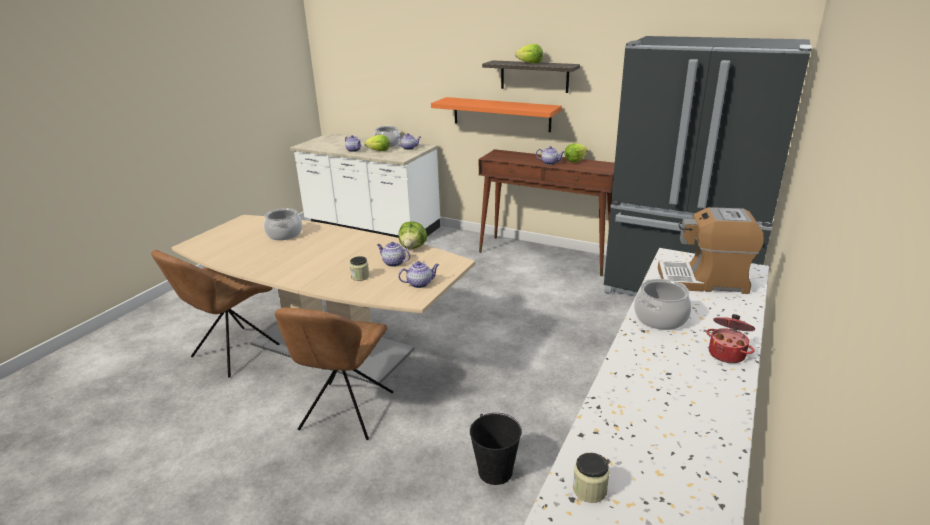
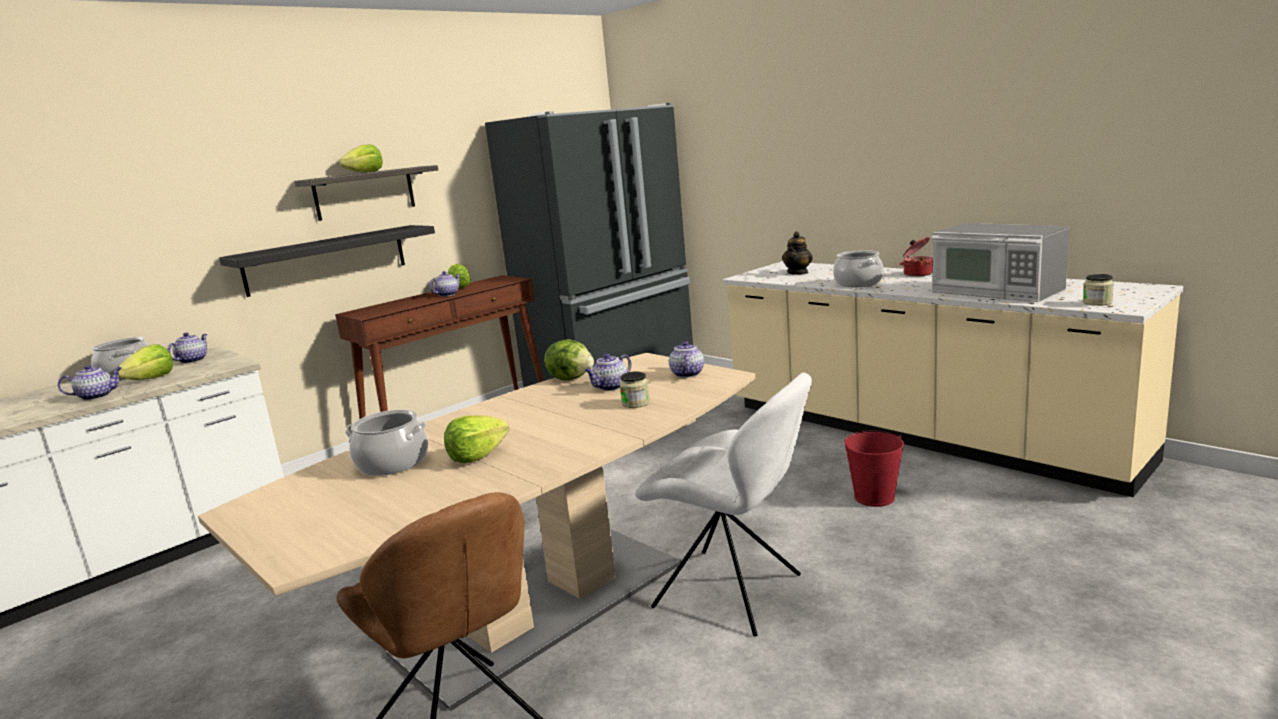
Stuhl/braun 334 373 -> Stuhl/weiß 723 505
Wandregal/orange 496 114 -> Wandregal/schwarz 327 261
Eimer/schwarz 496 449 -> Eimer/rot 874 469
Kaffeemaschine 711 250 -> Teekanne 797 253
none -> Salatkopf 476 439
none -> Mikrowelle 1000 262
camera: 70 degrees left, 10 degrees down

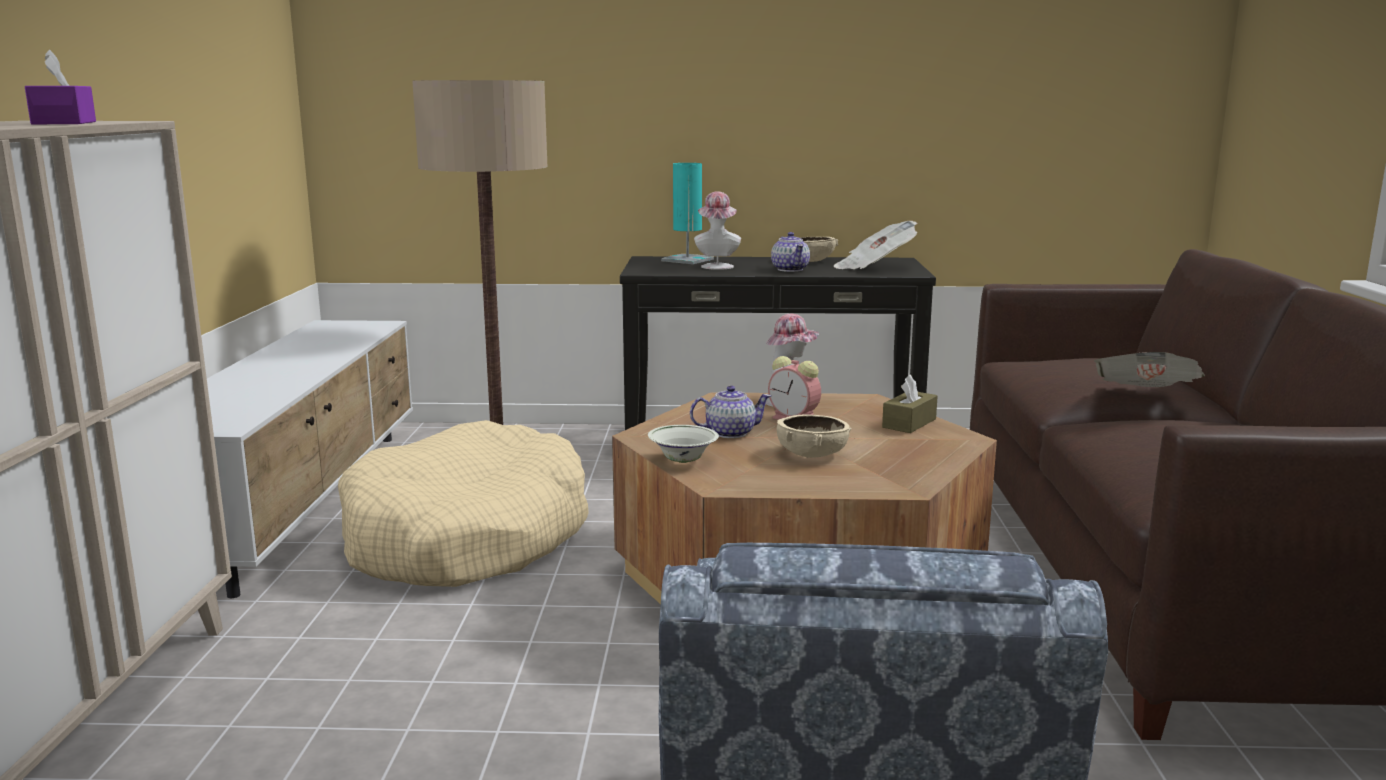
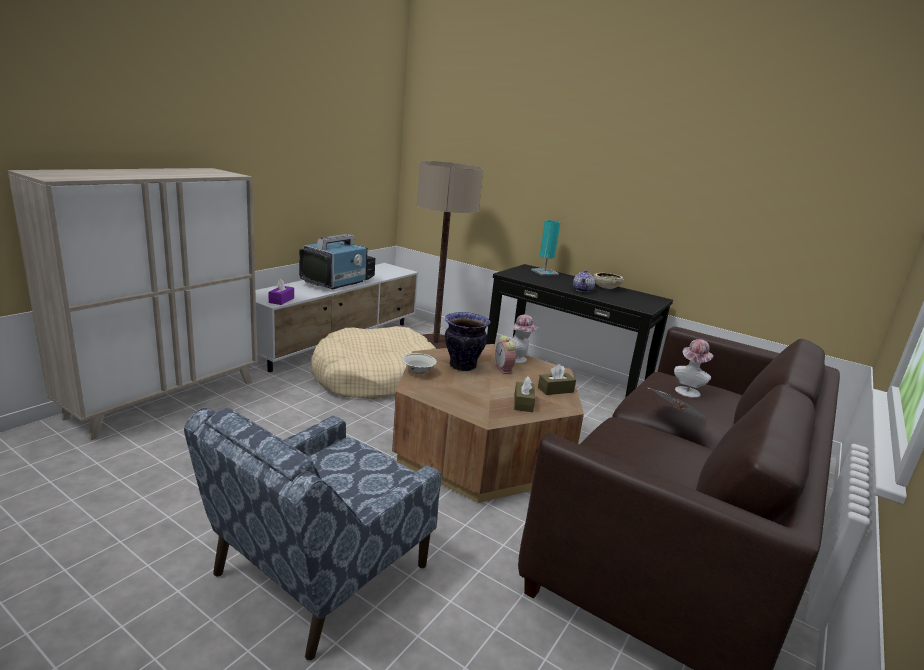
Taschentuchbox/lila 60 87 -> Taschentuchbox/lila 281 292, moved
Teekanne 730 412 -> Vase 467 341
Hut 717 230 -> Hut 694 368, moved
Schüssel/beige 814 436 -> none
Zeitung 875 245 -> none
none -> Fernseher 337 261
none -> Taschentuchbox/braun 524 394
camera: 30 degrees right, 5 degrees up

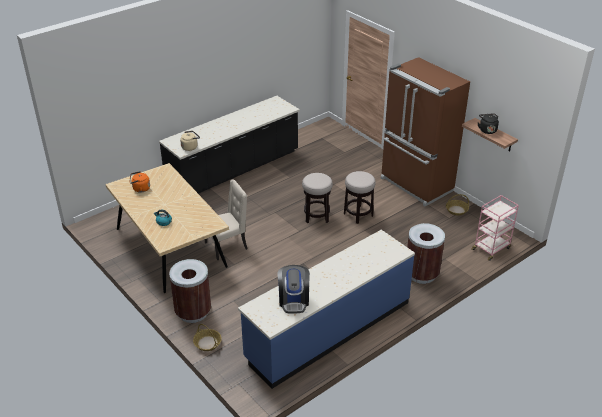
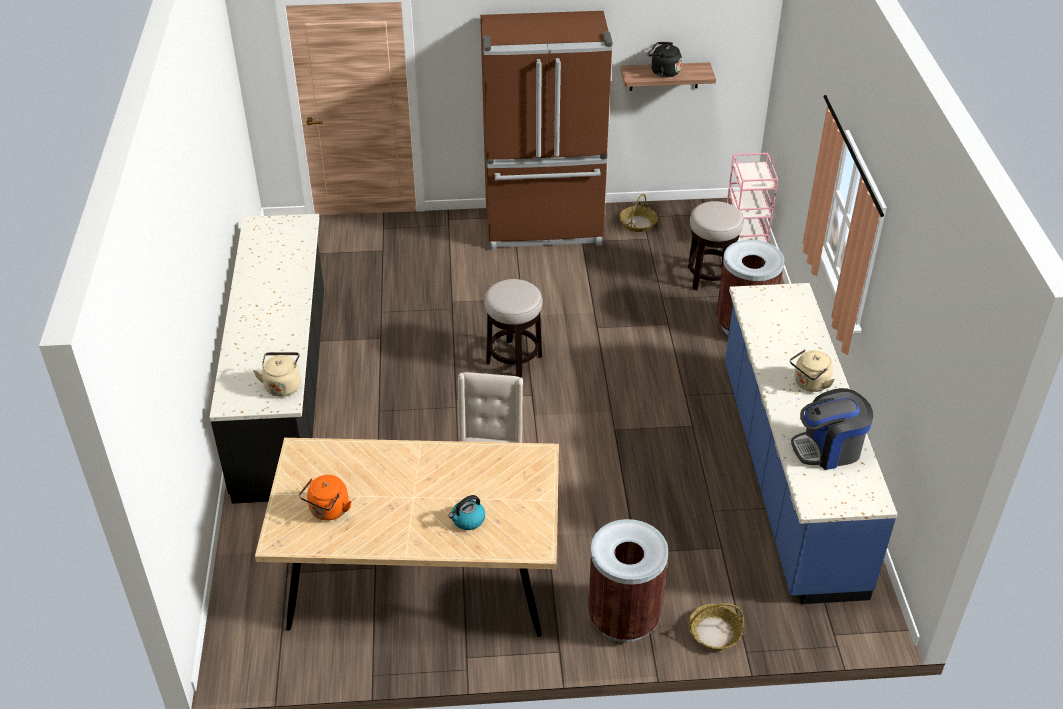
Kaffeemaschine 293 289 -> Kaffeemaschine 832 429, 135 degrees clockwise
Hocker 360 197 -> Hocker 716 246, moved
none -> Wasserkessel/beige 812 370
camera: 55 degrees left, 5 degrees up

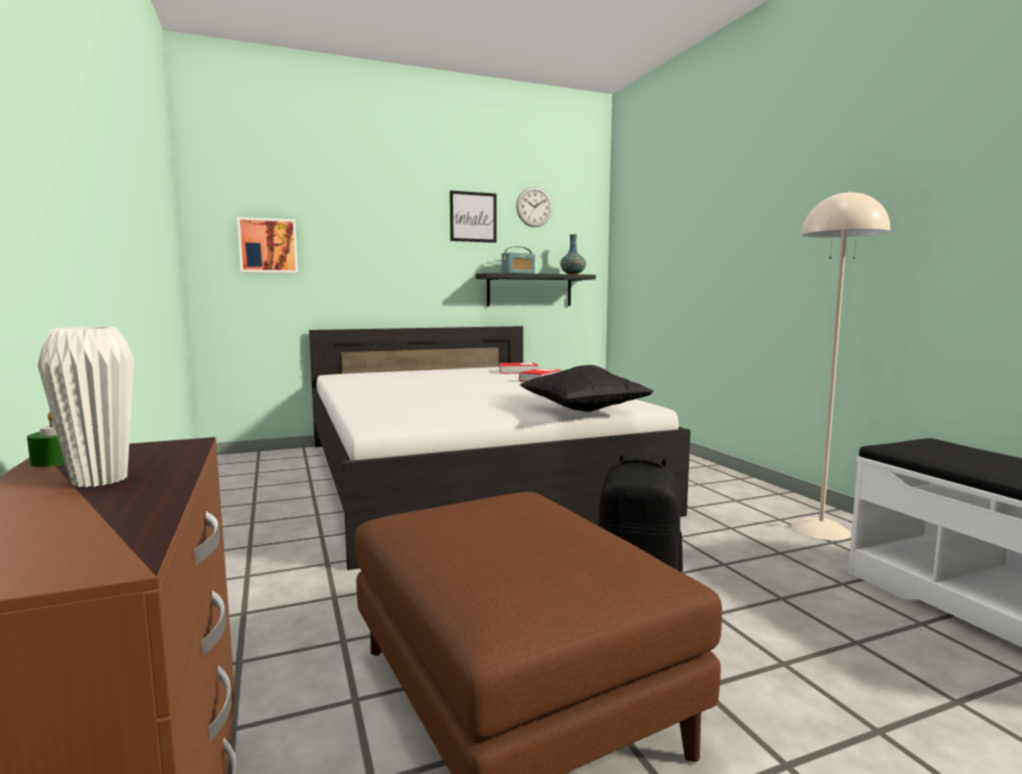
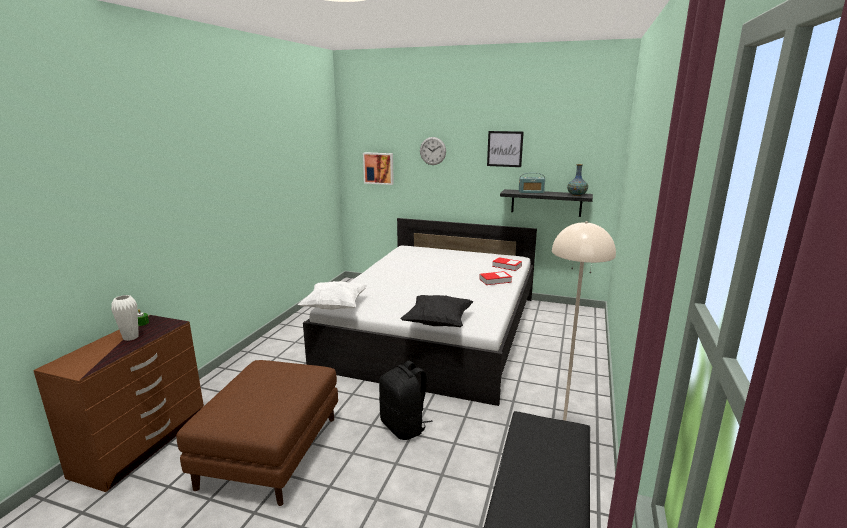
Wanduhr 534 207 -> Wanduhr 433 151, moved
none -> Kissen/weiß 332 295
camera: 40 degrees right, 10 degrees up

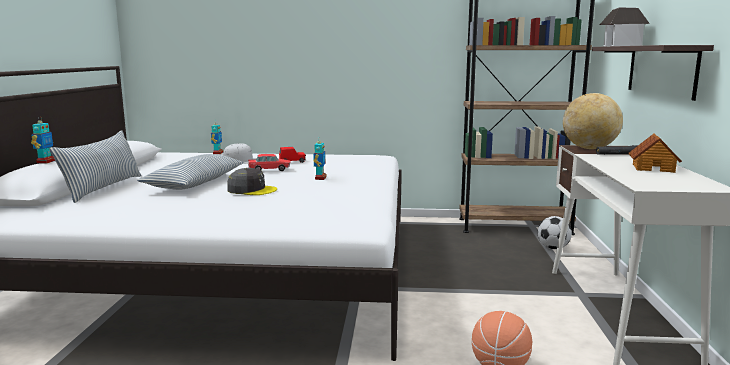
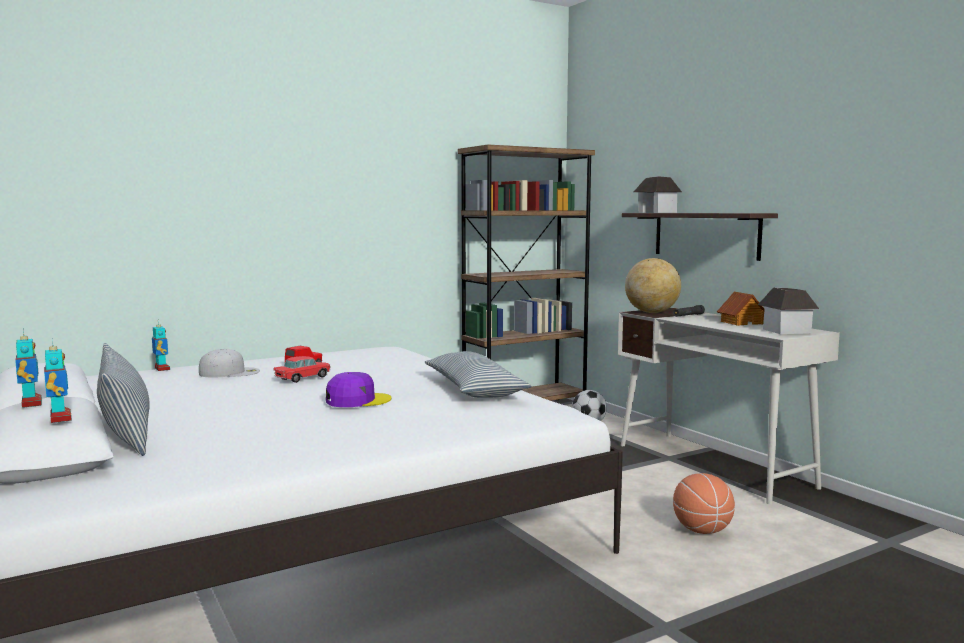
Kissen 190 172 -> Kissen 478 374, moved
Kappe/grau 252 181 -> Kappe/lila 359 389
Spielzeugroboter 319 158 -> Spielzeugroboter 58 380, moved
none -> Spielzeughaus 788 310
camera: 35 degrees left, 5 degrees down

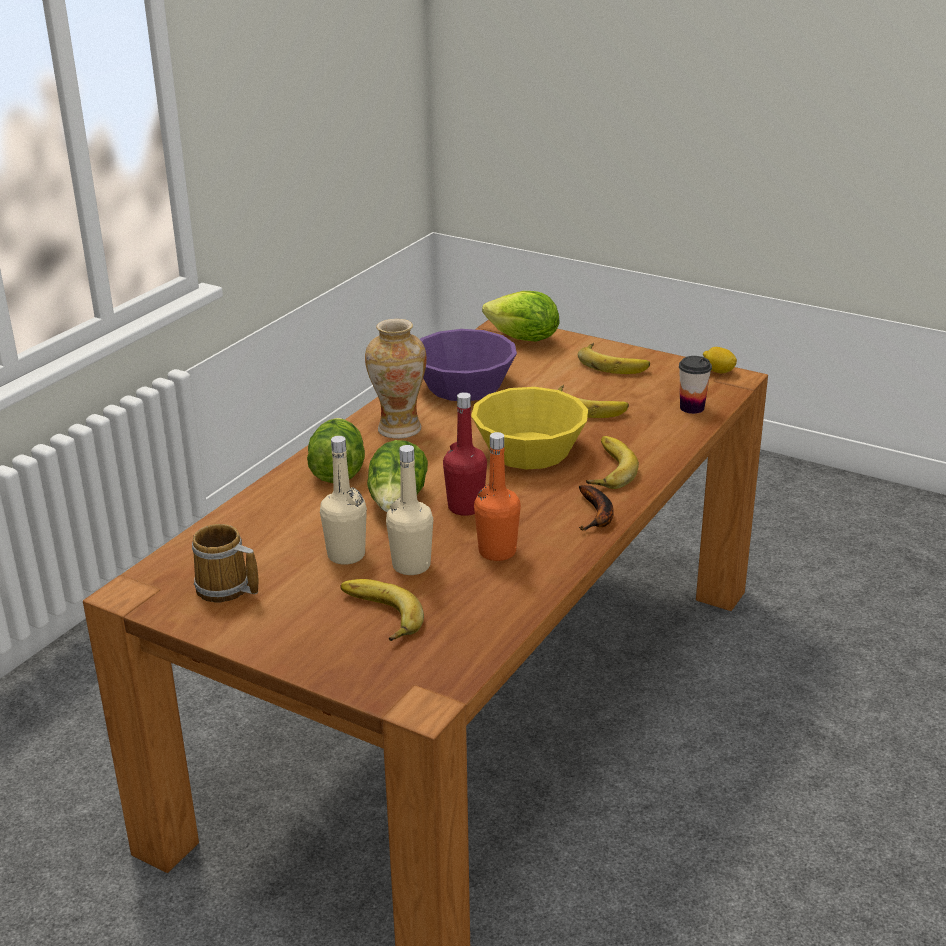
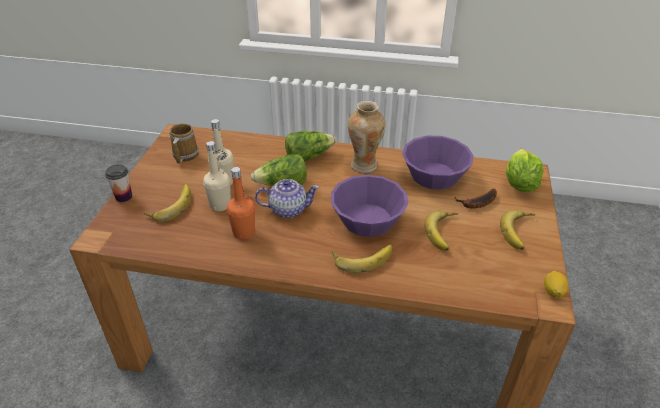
Flasche/rot 465 454 -> Teekanne 287 198
Schüssel/gelb 529 428 -> Schüssel/lila 369 206
Banane 596 508 -> Banane 476 199, moved
Tasse 695 385 -> Tasse 118 183, moved
camera: 70 degrees right, 10 degrees up

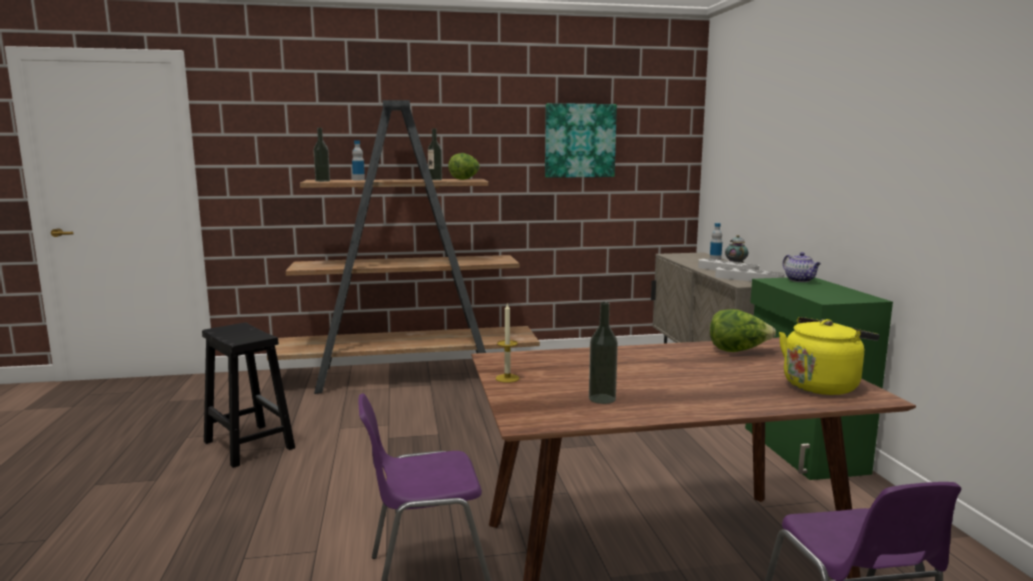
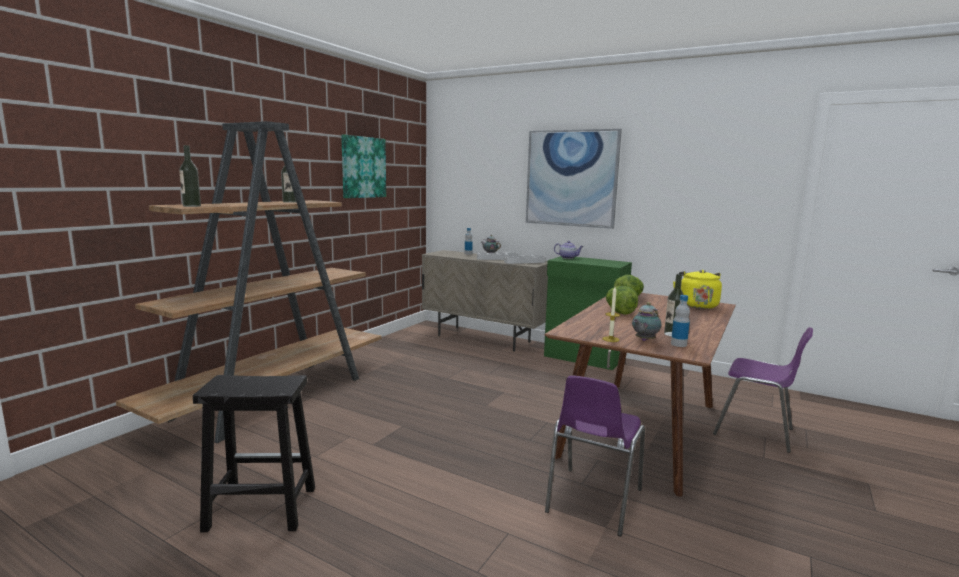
Flasche 358 160 -> Flasche 680 321, moved
Salatkopf 464 166 -> Salatkopf 622 300, moved
none -> Bild 574 179
none -> Teekanne 646 321
camera: 50 degrees left, 0 degrees up

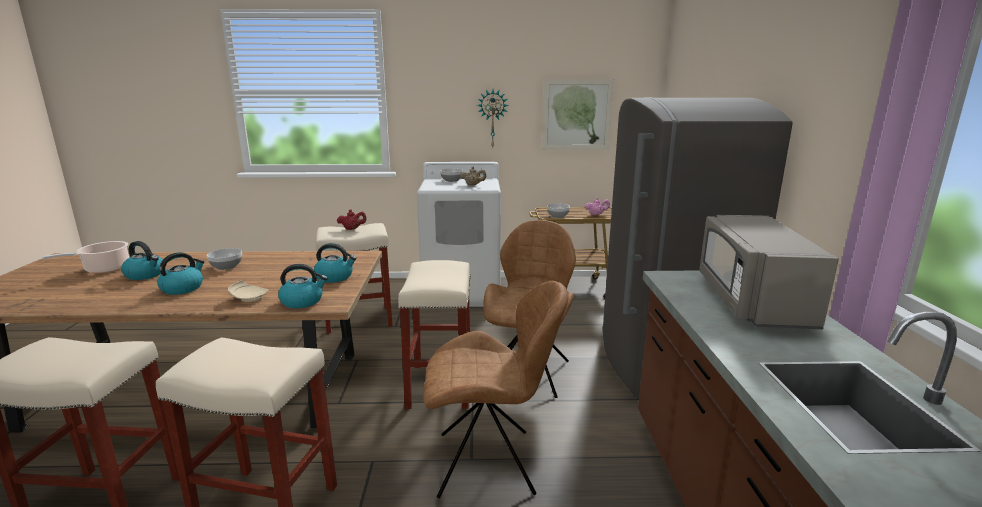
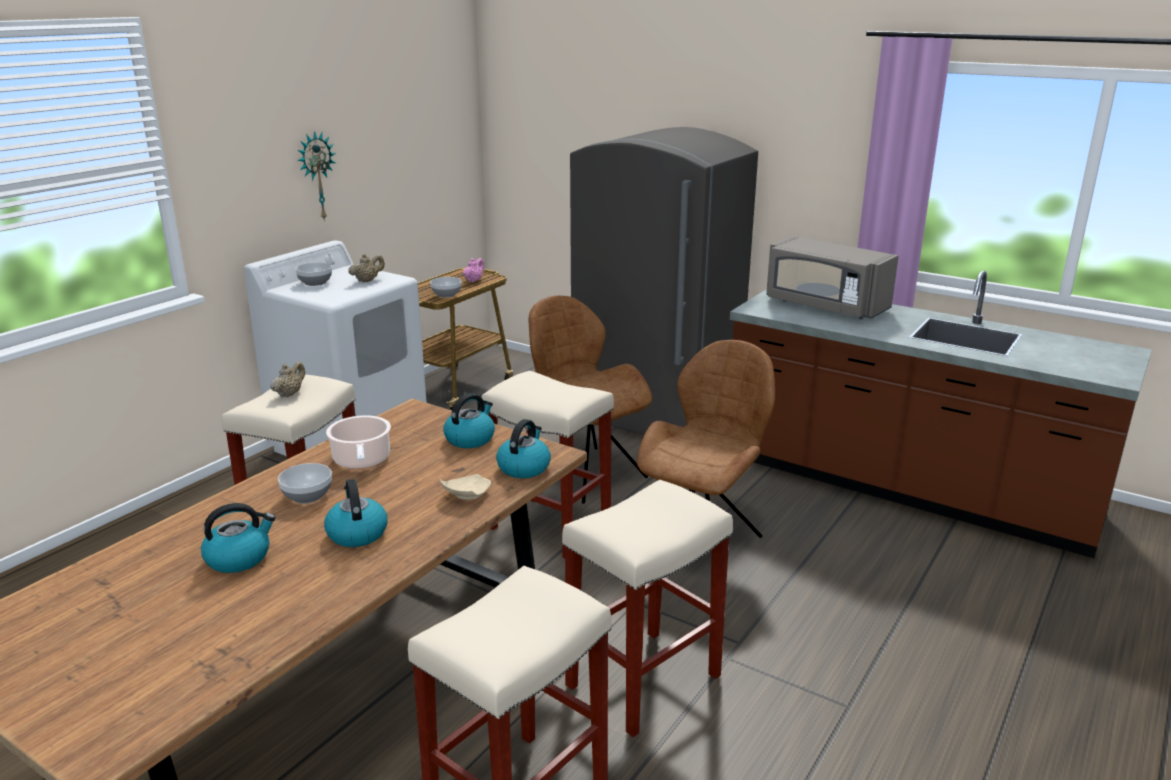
Kochtopf 85 257 -> Kochtopf 358 442, moved
Teekanne/rot 352 220 -> Teekanne/beige 287 380
Bild 578 114 -> none
camera: 55 degrees left, 5 degrees up

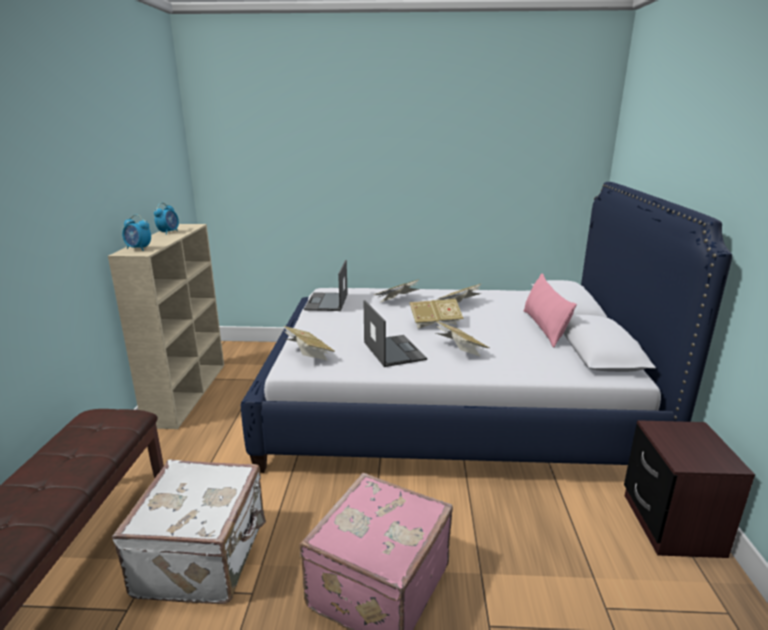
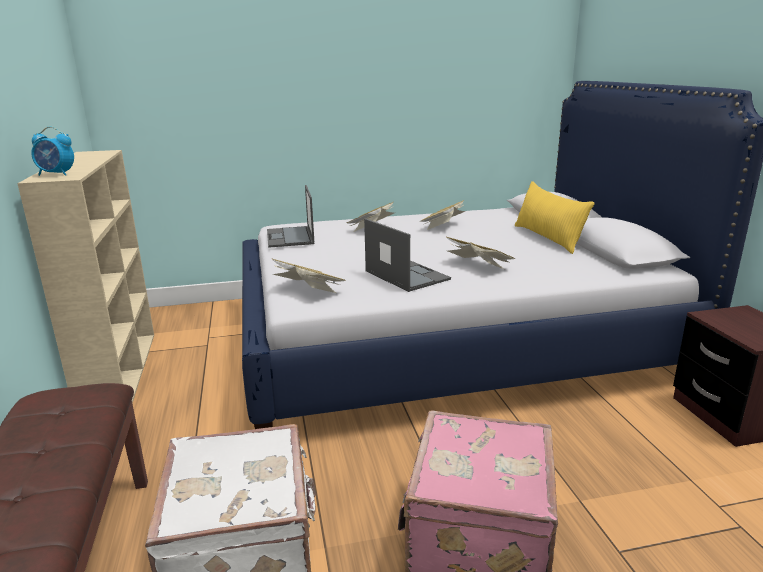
Wecker 166 219 -> none
Buch 436 314 -> none
Kissen/rosa 550 311 -> Kissen/gelb 555 217
camera: 15 degrees left, 0 degrees up

